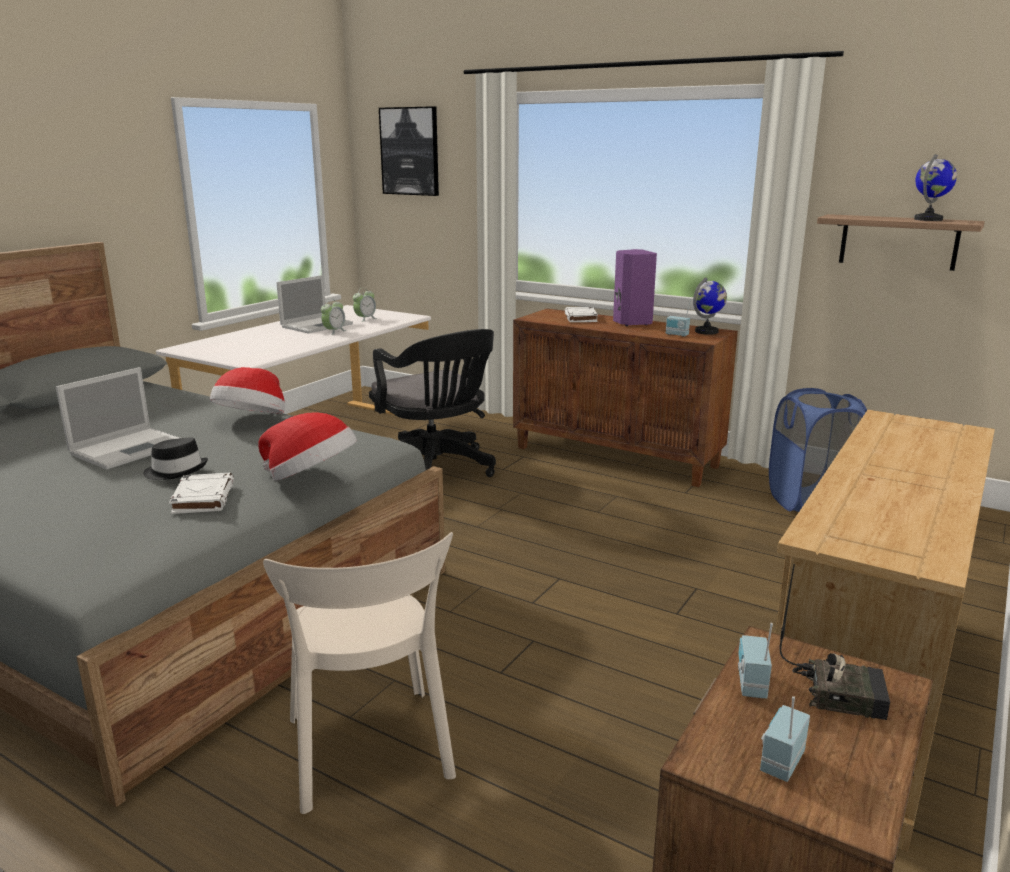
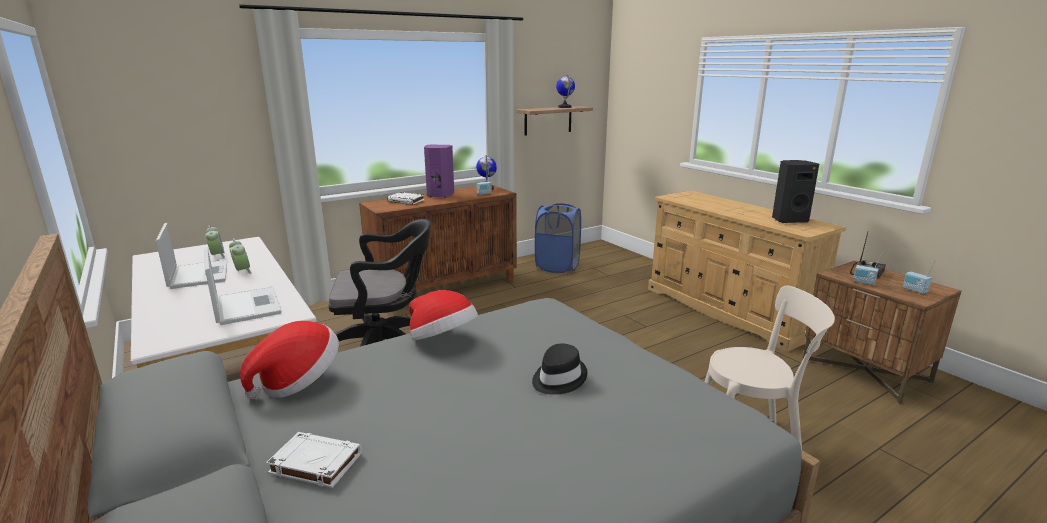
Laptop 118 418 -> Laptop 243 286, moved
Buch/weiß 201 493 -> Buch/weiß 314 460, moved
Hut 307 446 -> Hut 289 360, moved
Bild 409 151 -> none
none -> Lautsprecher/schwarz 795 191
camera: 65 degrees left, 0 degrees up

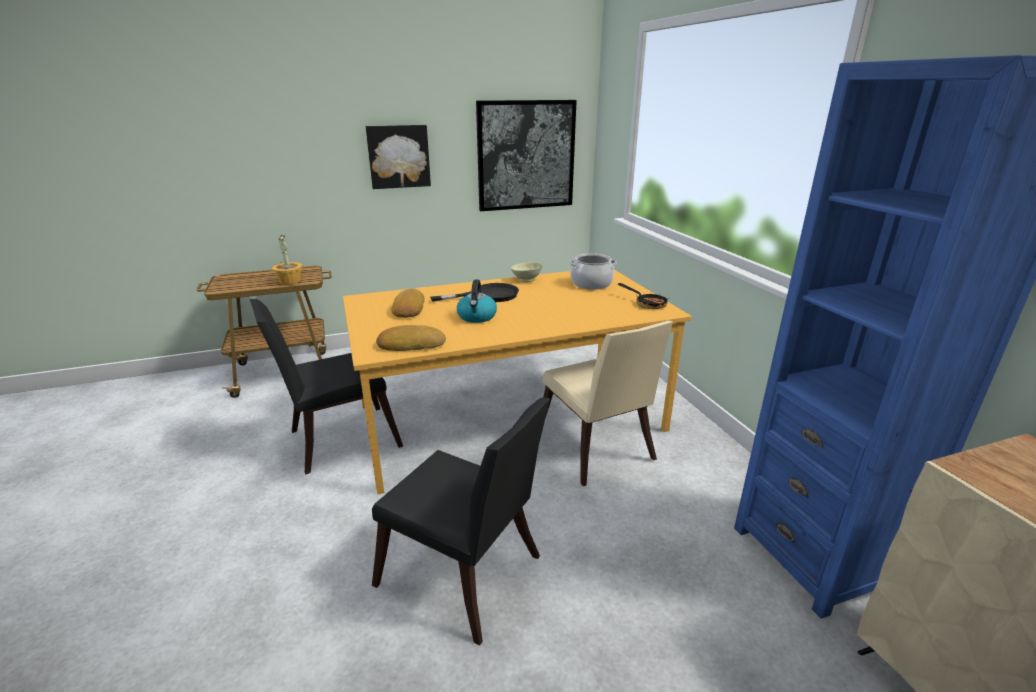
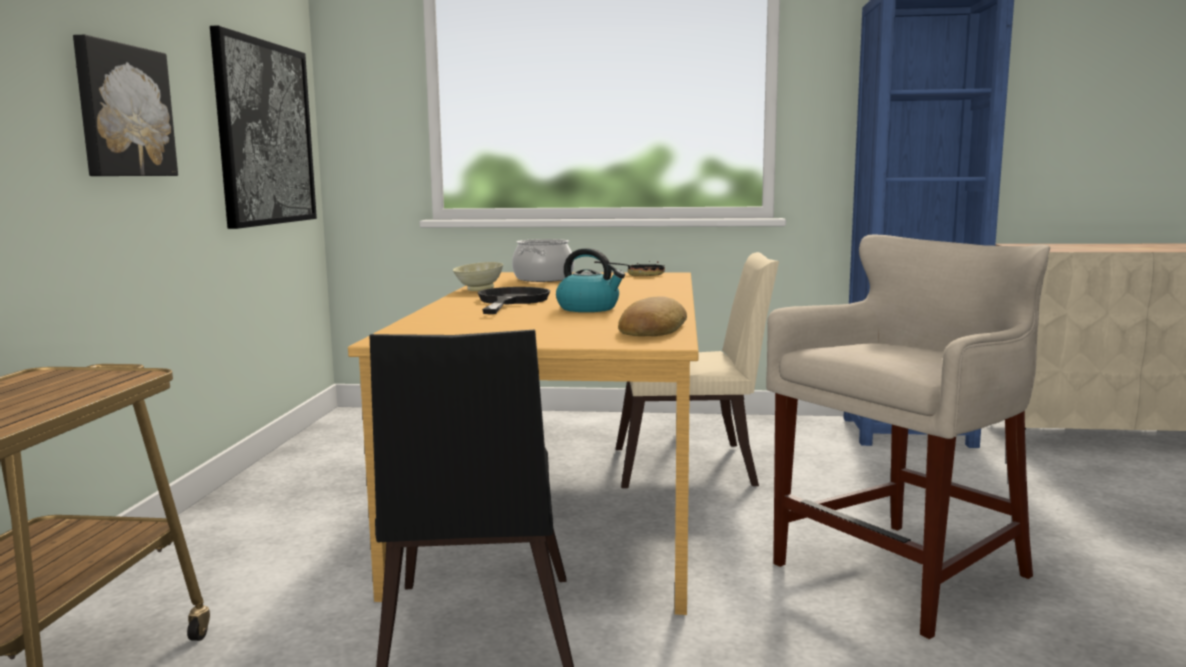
Topfpflanze 287 260 -> none
Stuhl/schwarz 461 521 -> Hocker/beige 908 436
Brot 408 303 -> none
camera: 65 degrees left, 15 degrees down

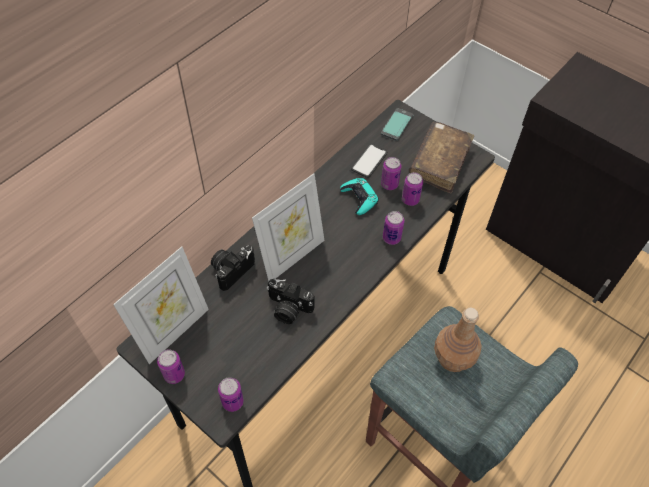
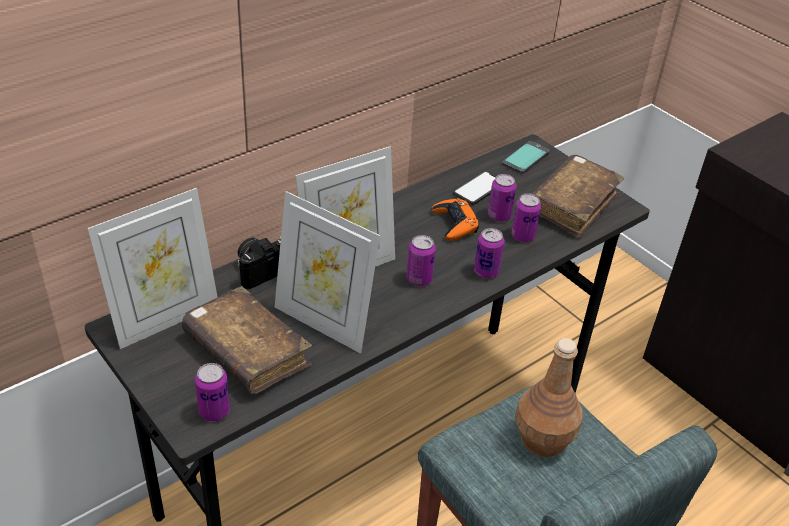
Dose 171 366 -> Dose 421 260, moved
Kamera 290 301 -> Bilderrahmen 327 272
Gamepad/türkis 359 196 -> Gamepad/orange 455 219
none -> Buch/braun 247 340
camera: 10 degrees right, 15 degrees down

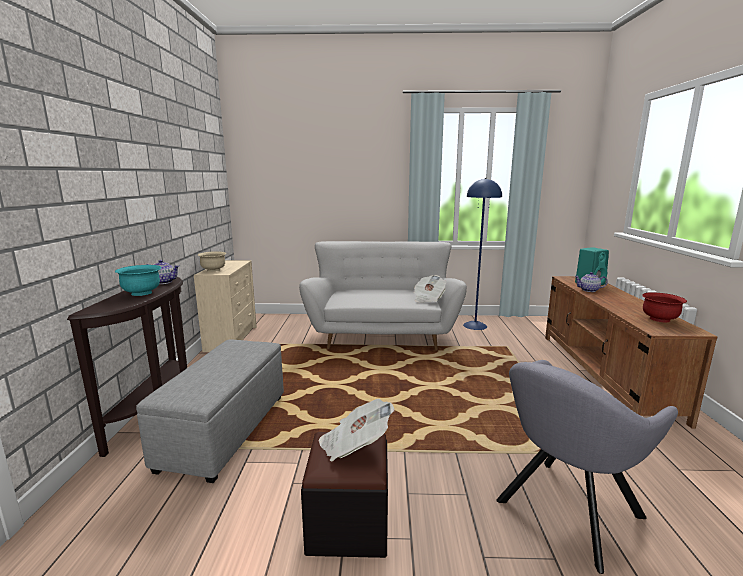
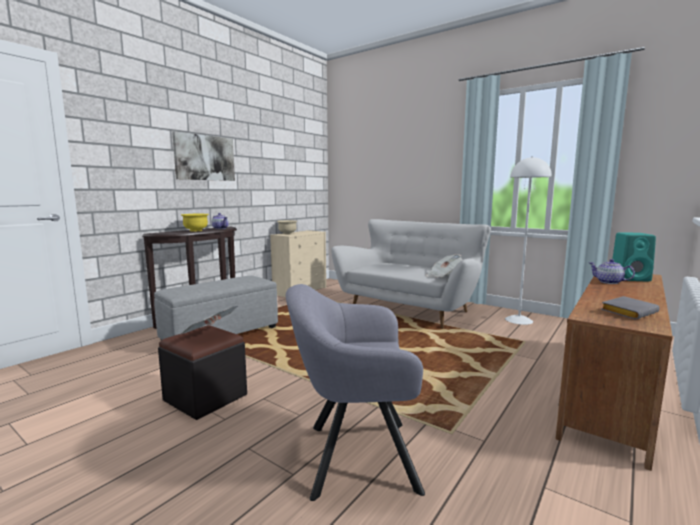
Schüssel/türkis 138 280 -> Schüssel/gelb 195 222
Stehlampe/blau 482 254 -> Stehlampe/weiß 528 240
Schüssel/rot 664 307 -> Buch/grau 630 307
none -> Bild 203 156
camera: 35 degrees right, 5 degrees down

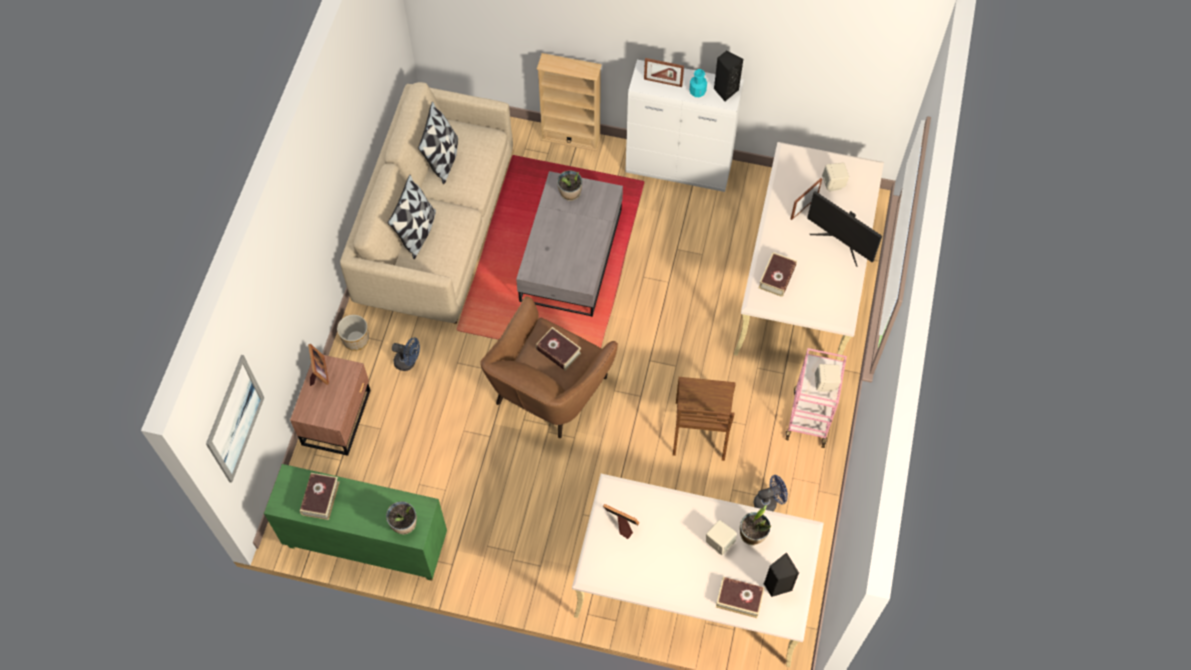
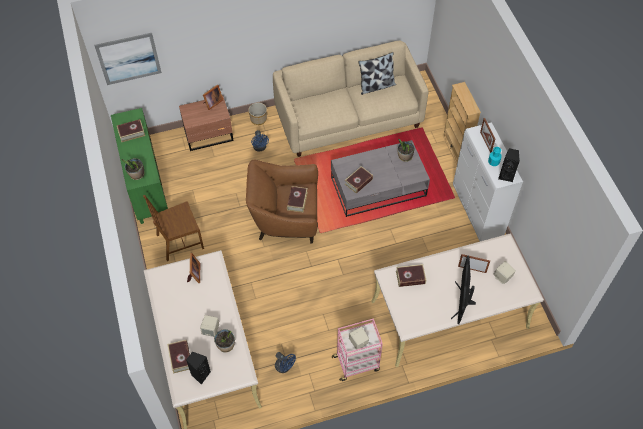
Kissen 411 217 -> none
Stuhl/braun 704 419 -> Stuhl/braun 173 228, moved
none -> Buch 359 180
camera: 60 degrees right, 5 degrees down

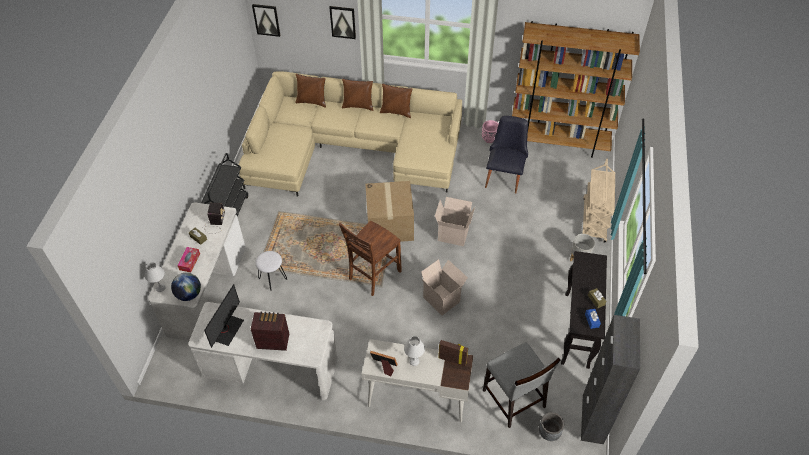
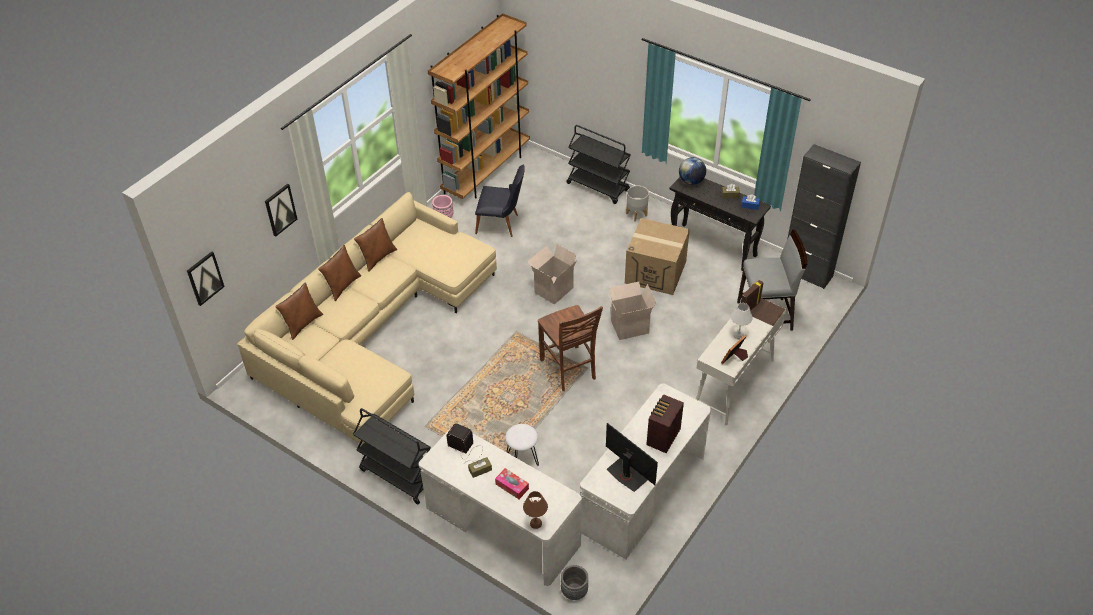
Tischlampe/weiß 155 277 -> Tischlampe/braun 535 510
Globus 186 287 -> Globus 692 171, moved
Karton 389 211 -> Karton 657 256, moved
Stuhl/schwarz 506 155 -> Stuhl/schwarz 499 201, 150 degrees clockwise
Pflanzkübel/grau 551 426 -> Pflanzkübel/grau 574 582, moved
Rollwagen/beige 598 201 -> Rollwagen/schwarz 598 164
camera: 65 degrees left, 5 degrees down

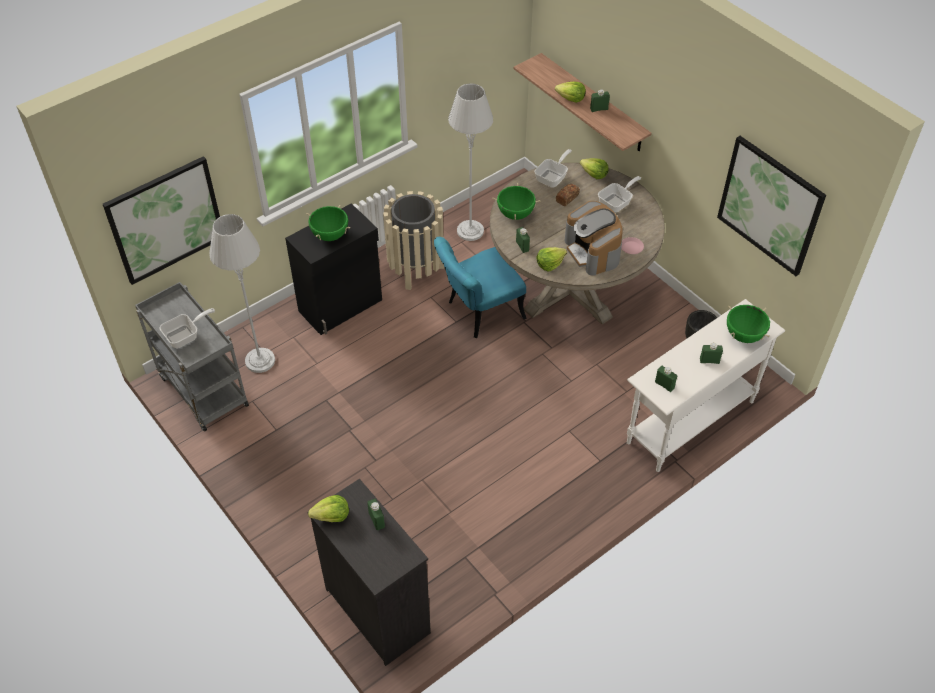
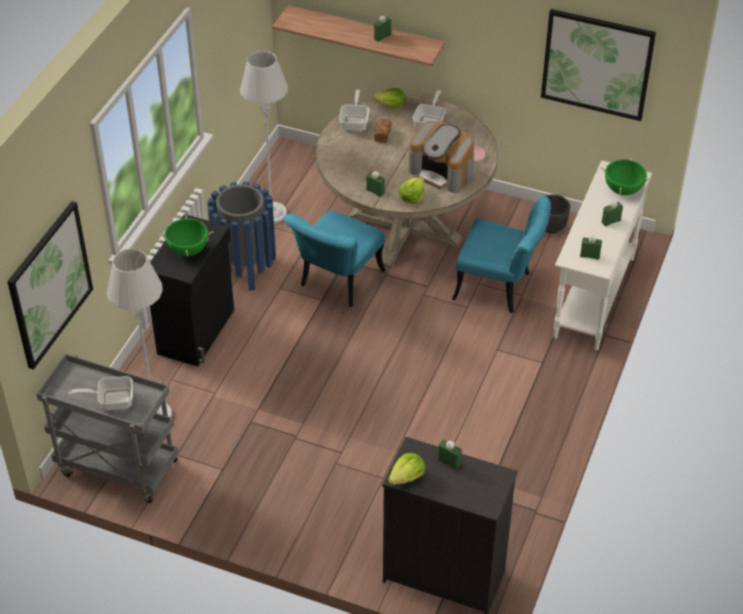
Pfanne 187 328 -> Pfanne 101 393, 120 degrees counterclockwise
Mülleimer/beige 413 240 -> Mülleimer/blau 242 236
Kochtopf/grün 516 201 -> none
Salatkopf 570 92 -> none
none -> Stuhl/türkis 501 255
camera: 30 degrees left, 5 degrees down

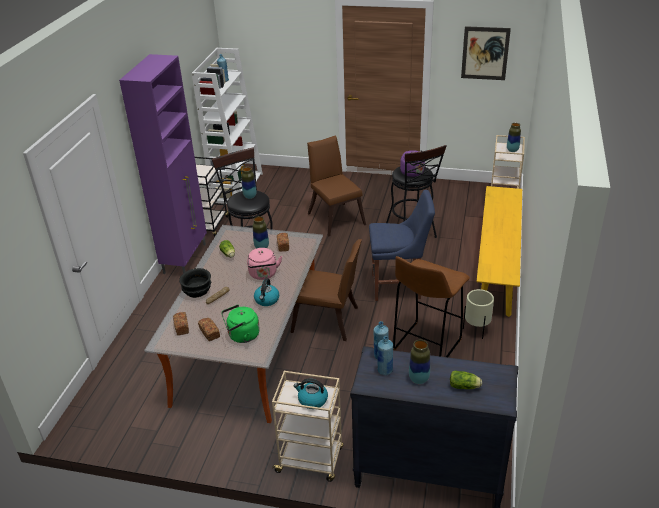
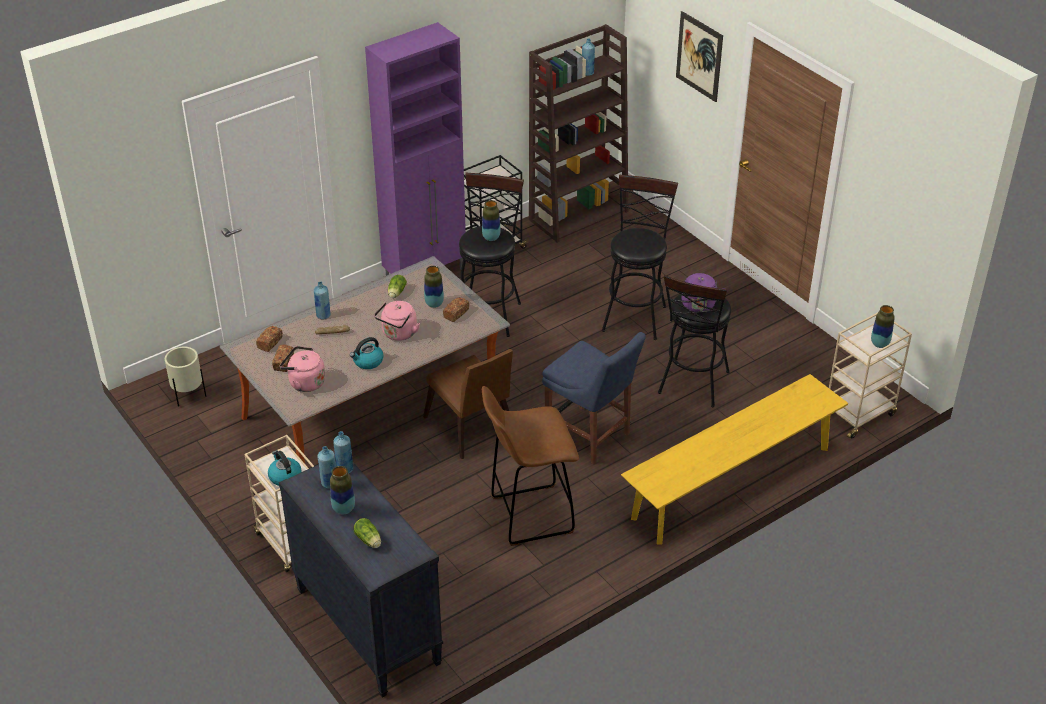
Schüssel/schwarz 195 283 -> Flasche/blau 322 300
Bücherregal/weiß 227 126 -> Bücherregal/braun 578 133
Wasserkessel/grün 240 324 -> Wasserkessel/rosa 302 369
Stuhl/braun 336 186 -> Hocker/schwarz 640 257
Bild 486 53 -> Bild 699 56, moved
Pflanzkübel/beige 478 314 -> Pflanzkübel/beige 185 376, moved
camera: 40 degrees right, 5 degrees up

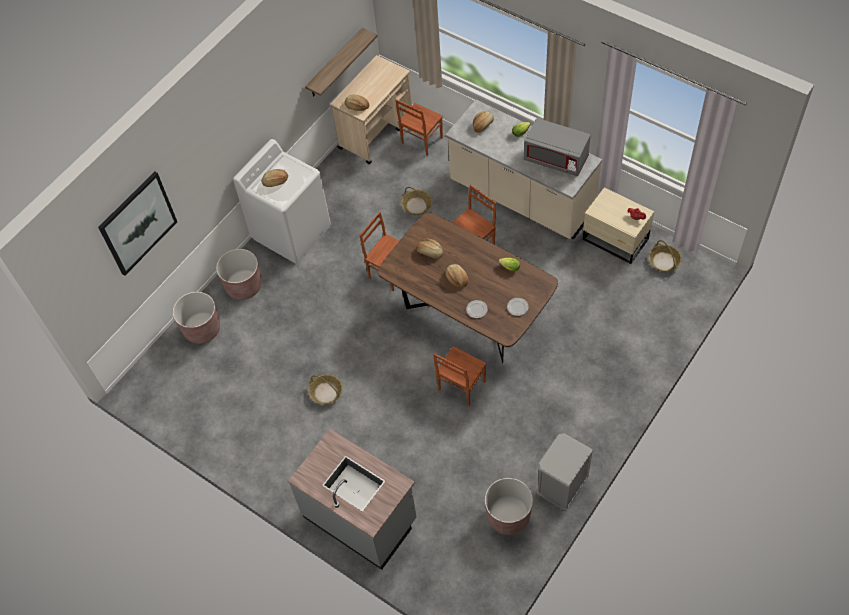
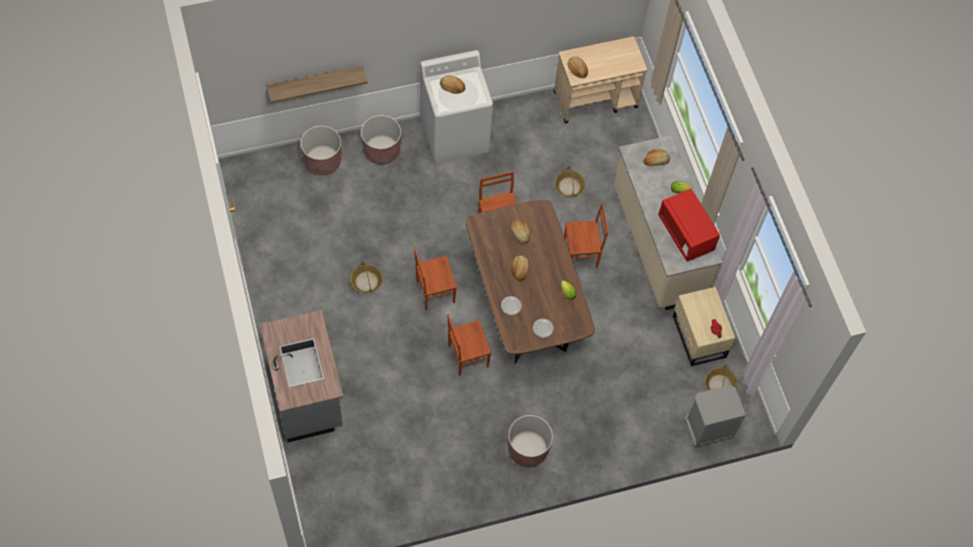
Bild 137 224 -> none
Wandregal 341 62 -> Wandregal 317 84, moved
Stuhl/braun 419 127 -> Stuhl/braun 435 278, moved
Pflanzkübel/braun 509 506 -> Pflanzkübel/braun 530 441, moved
Mikrowelle/grau 557 147 -> Mikrowelle/rot 689 225
Nachttisch/grau 564 472 -> Nachttisch/grau 716 416, moved
camera: 30 degrees right, 5 degrees up

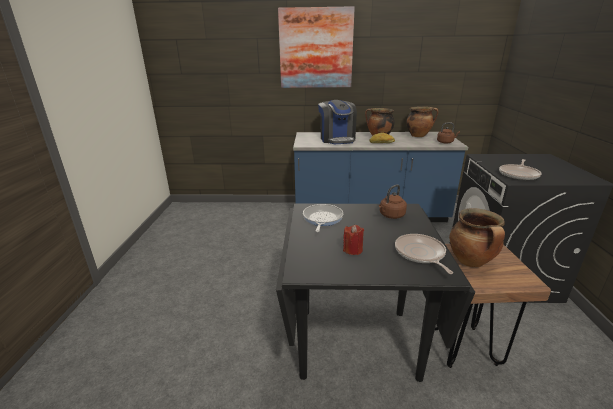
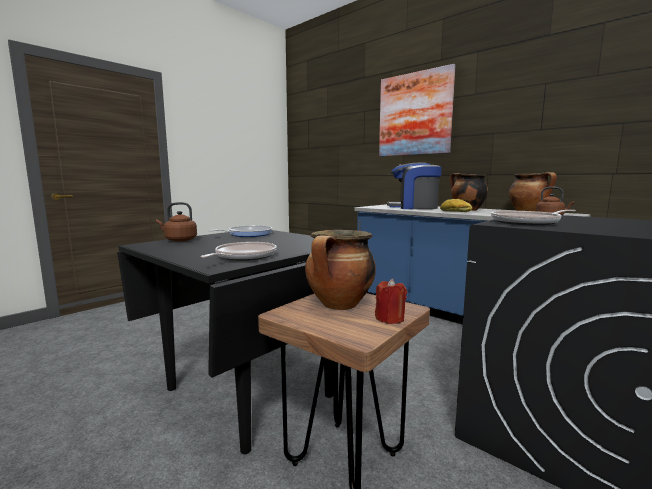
Kaffeemaschine 337 122 -> Kaffeemaschine 414 185, 75 degrees clockwise
Kerze/rot 353 240 -> Kerze/rot 391 301, moved
Wasserkessel/braun 393 201 -> Wasserkessel/braun 176 222, moved
camera: 40 degrees right, 15 degrees down

